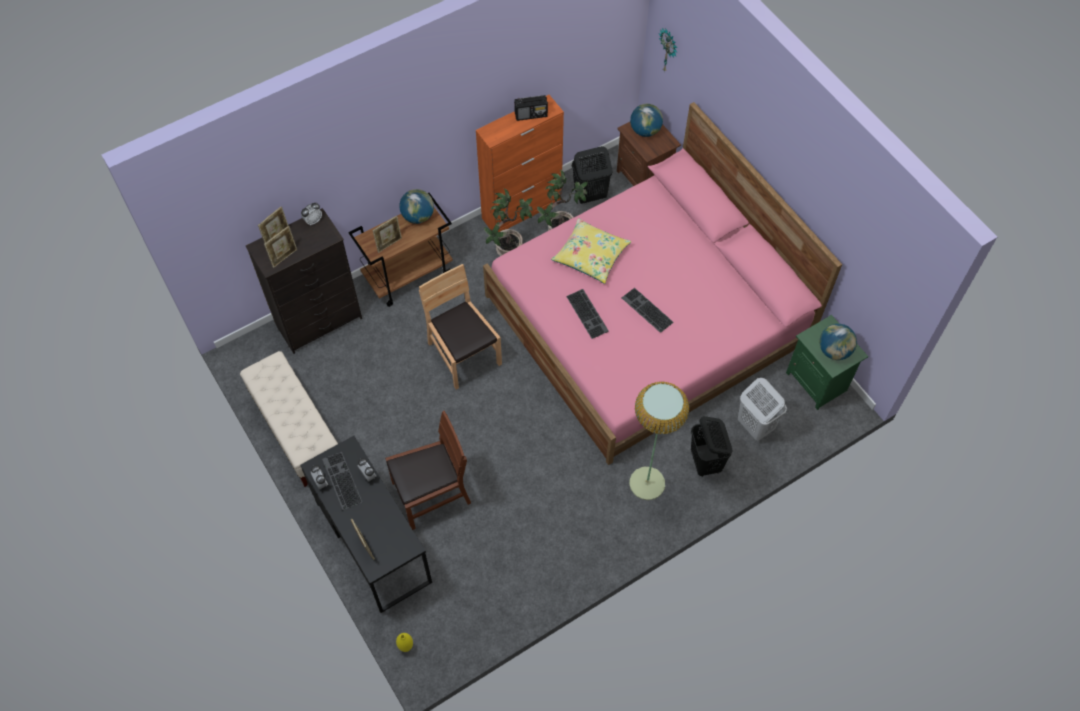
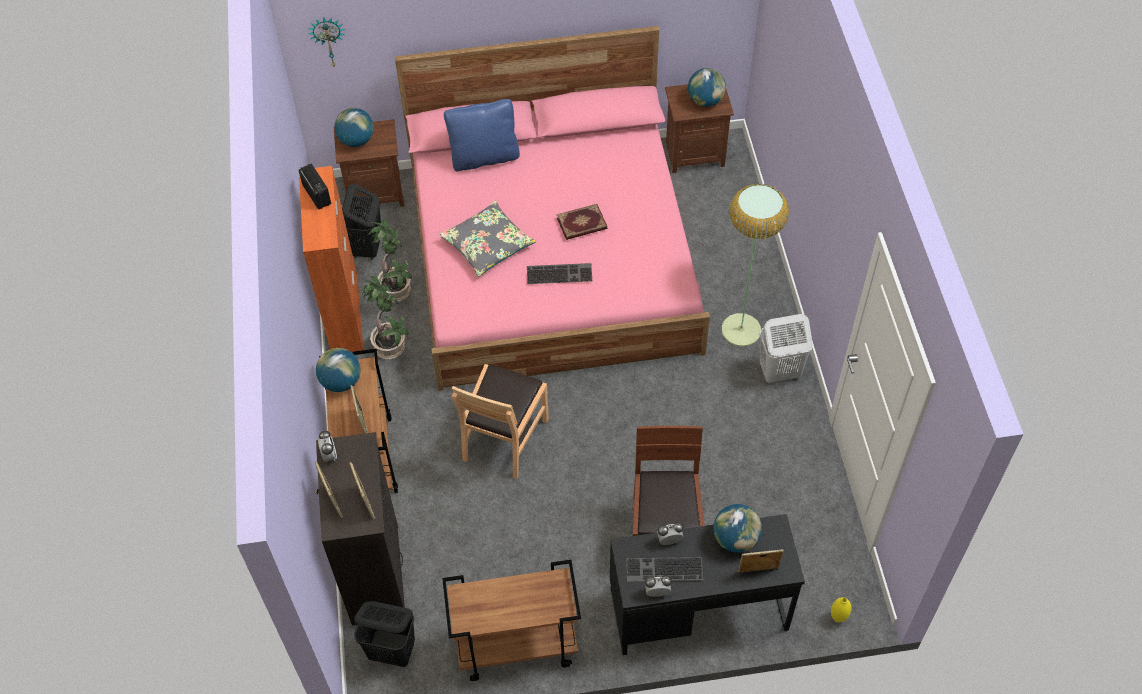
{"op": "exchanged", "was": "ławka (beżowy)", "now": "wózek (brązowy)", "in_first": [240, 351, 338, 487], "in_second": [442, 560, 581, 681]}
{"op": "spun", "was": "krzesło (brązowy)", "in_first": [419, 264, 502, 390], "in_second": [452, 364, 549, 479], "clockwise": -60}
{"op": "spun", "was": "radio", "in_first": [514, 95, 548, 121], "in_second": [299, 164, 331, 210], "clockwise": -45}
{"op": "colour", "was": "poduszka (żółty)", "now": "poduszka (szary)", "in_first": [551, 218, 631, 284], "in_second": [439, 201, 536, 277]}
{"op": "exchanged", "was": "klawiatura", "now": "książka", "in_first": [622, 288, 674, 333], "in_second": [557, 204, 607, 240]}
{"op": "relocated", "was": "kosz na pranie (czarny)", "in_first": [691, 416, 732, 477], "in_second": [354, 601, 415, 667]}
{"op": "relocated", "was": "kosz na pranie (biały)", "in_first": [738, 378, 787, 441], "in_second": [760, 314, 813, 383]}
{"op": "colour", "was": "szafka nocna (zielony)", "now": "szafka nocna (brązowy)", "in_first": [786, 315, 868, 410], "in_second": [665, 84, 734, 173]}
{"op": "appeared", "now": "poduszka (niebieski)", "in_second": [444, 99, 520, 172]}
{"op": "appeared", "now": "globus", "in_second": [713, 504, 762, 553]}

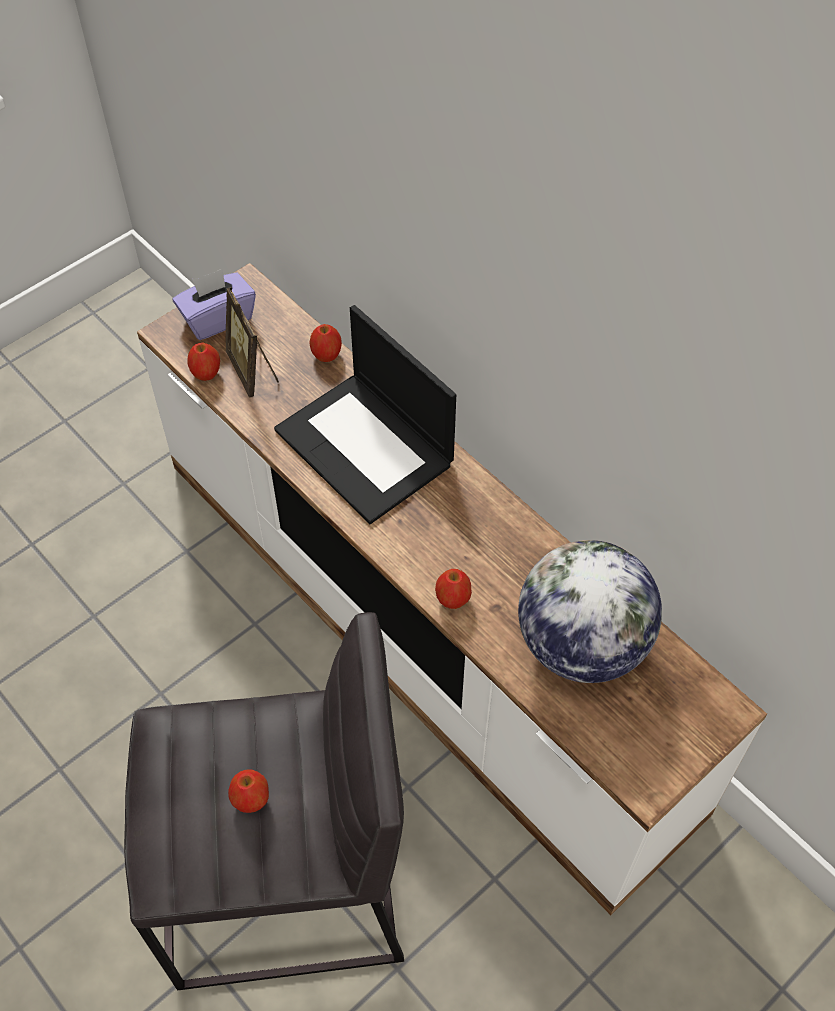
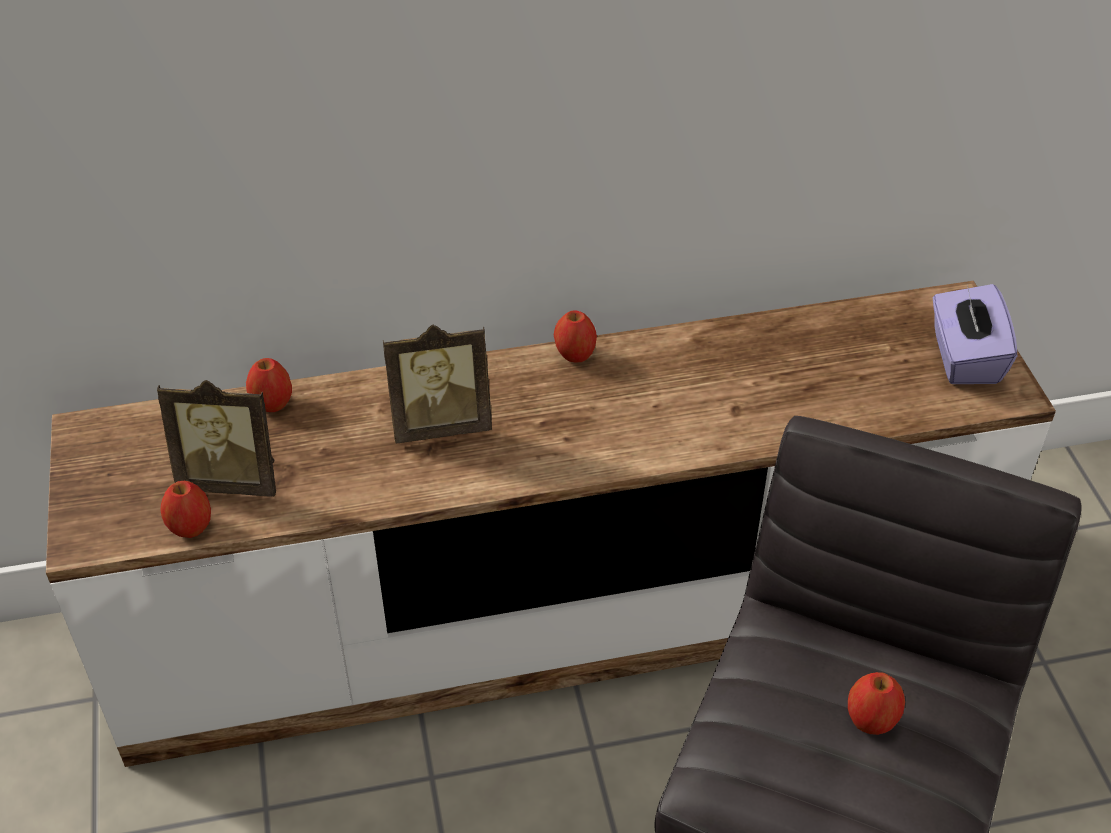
{"op": "relocated", "was": "pudełko chusteczek (fioletowy)", "in_first": [173, 269, 256, 340], "in_second": [933, 283, 1017, 384]}
{"op": "exchanged", "was": "laptop", "now": "ramka na zdjęcie", "in_first": [274, 305, 456, 524], "in_second": [383, 325, 492, 443]}
{"op": "relocated", "was": "jabłko", "in_first": [435, 569, 472, 609], "in_second": [554, 310, 597, 363]}
{"op": "missing", "was": "globus", "in_first": [518, 540, 662, 683]}

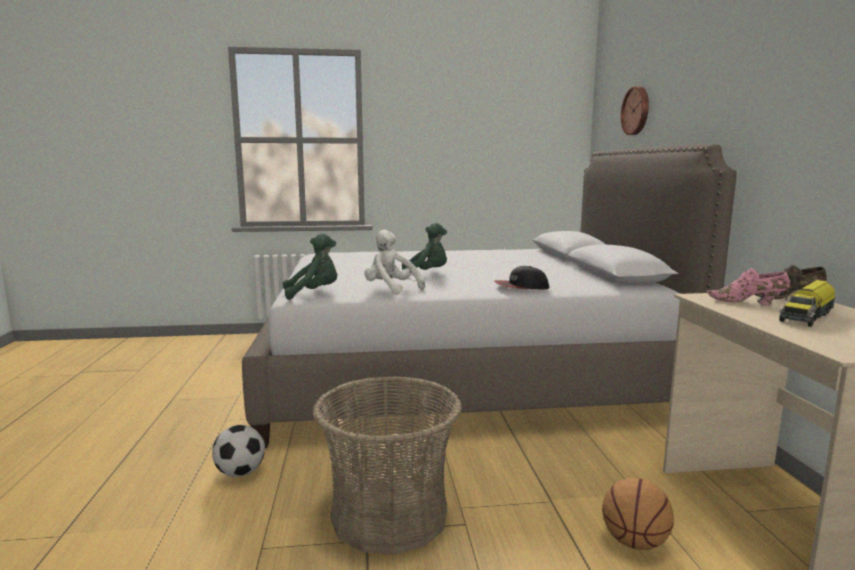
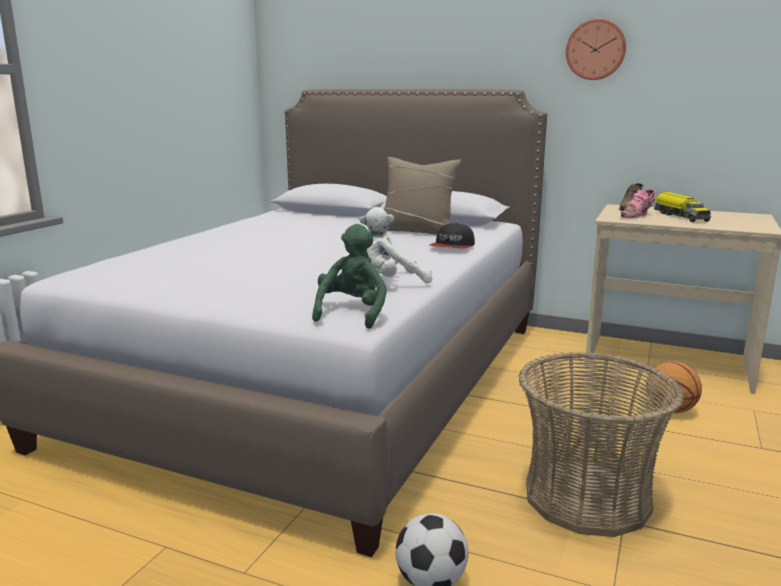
{"op": "missing", "was": "pluszak (zielony)", "in_first": [402, 223, 447, 273]}
{"op": "relocated", "was": "zegar ścienny", "in_first": [621, 86, 649, 135], "in_second": [566, 19, 626, 80]}
{"op": "appeared", "now": "poduszka (beżowy)", "in_second": [384, 157, 461, 235]}

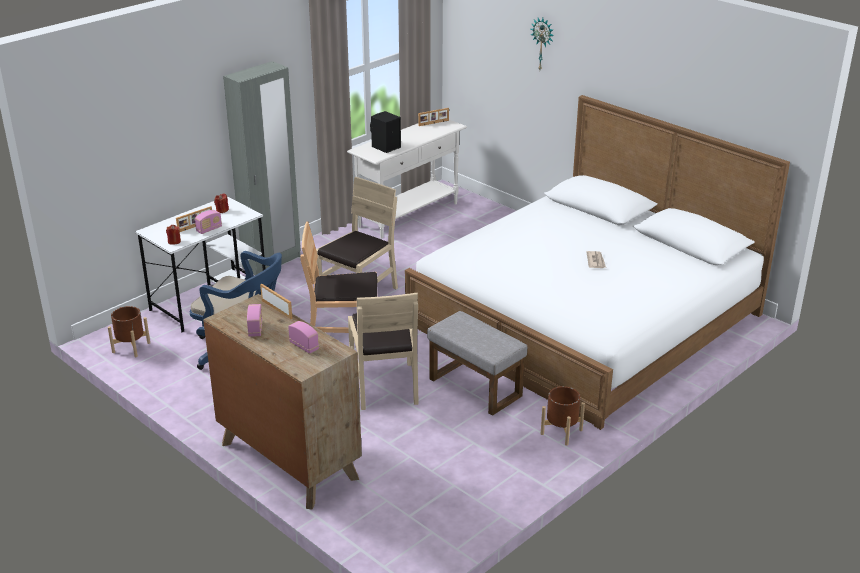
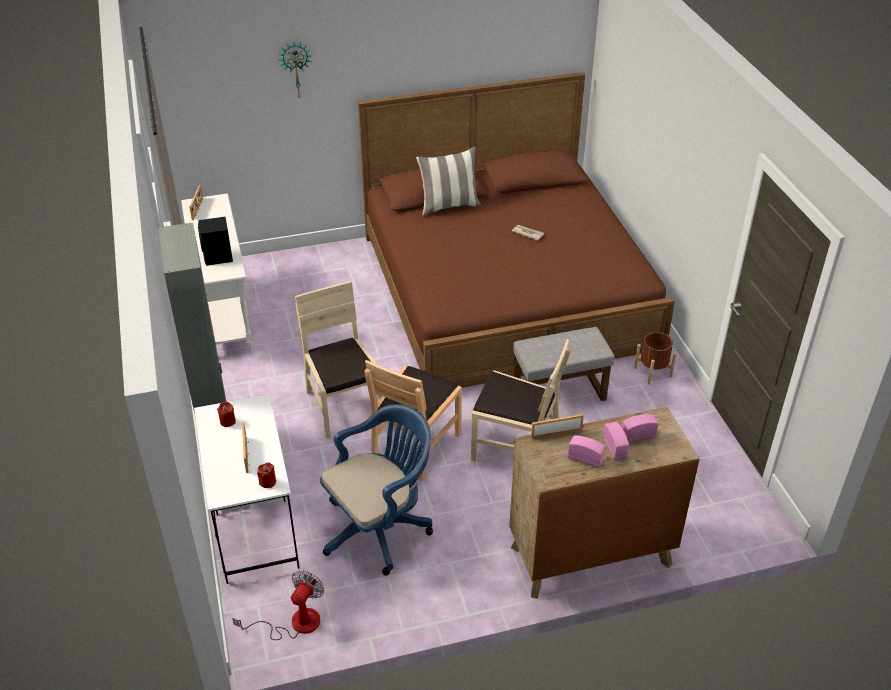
{"op": "exchanged", "was": "donica (brązowy)", "now": "wentylator", "in_first": [108, 306, 150, 358], "in_second": [232, 570, 324, 640]}
{"op": "relocated", "was": "radio", "in_first": [195, 210, 222, 234], "in_second": [603, 422, 629, 461]}
{"op": "colour", "was": "łóżko (biały)", "now": "łóżko (brązowy)", "in_first": [405, 95, 790, 430], "in_second": [358, 72, 675, 388]}
{"op": "appeared", "now": "poduszka", "in_second": [416, 147, 481, 216]}

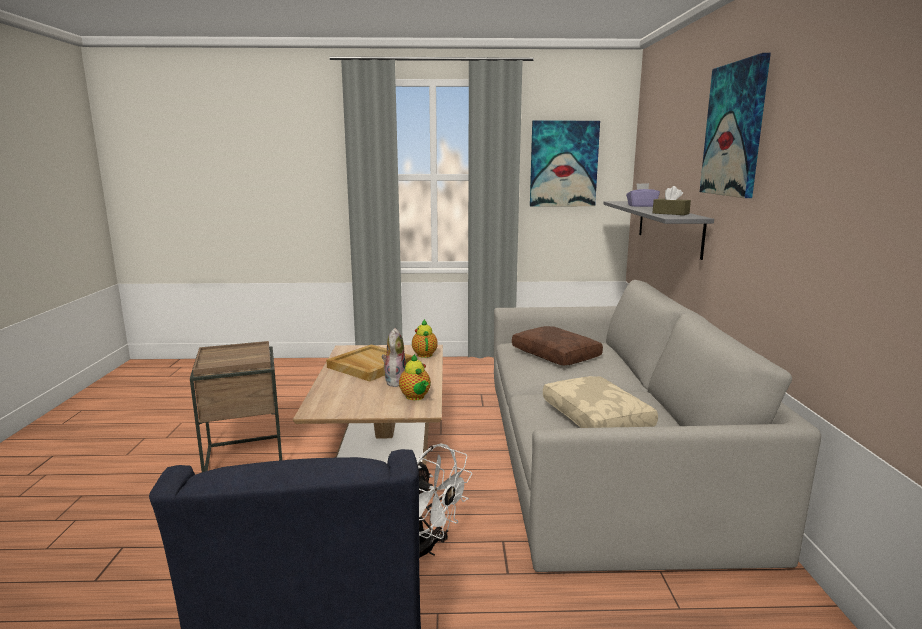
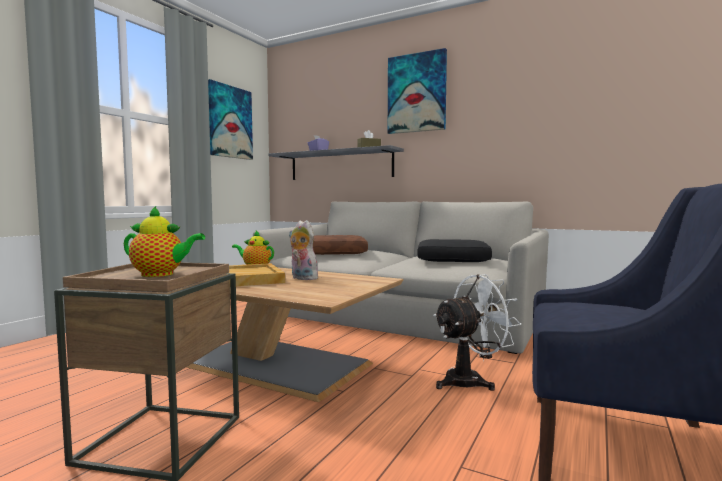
{"op": "relocated", "was": "imbryk", "in_first": [399, 354, 431, 400], "in_second": [124, 206, 205, 277]}
{"op": "colour", "was": "poduszka (beżowy)", "now": "poduszka (czarny)", "in_first": [543, 376, 658, 428], "in_second": [417, 239, 492, 262]}

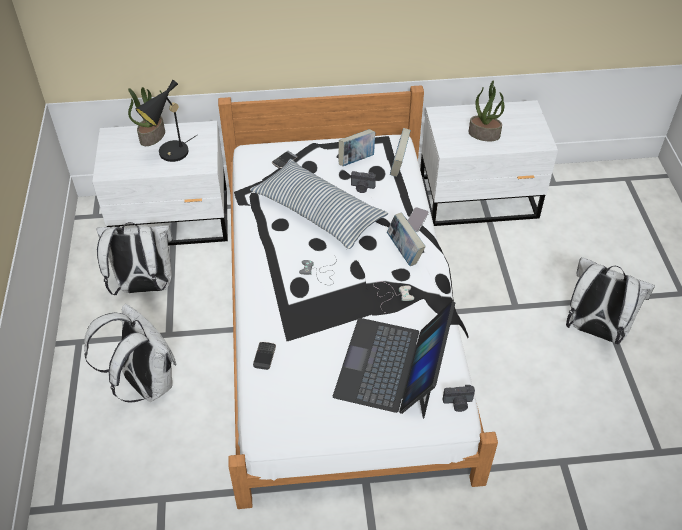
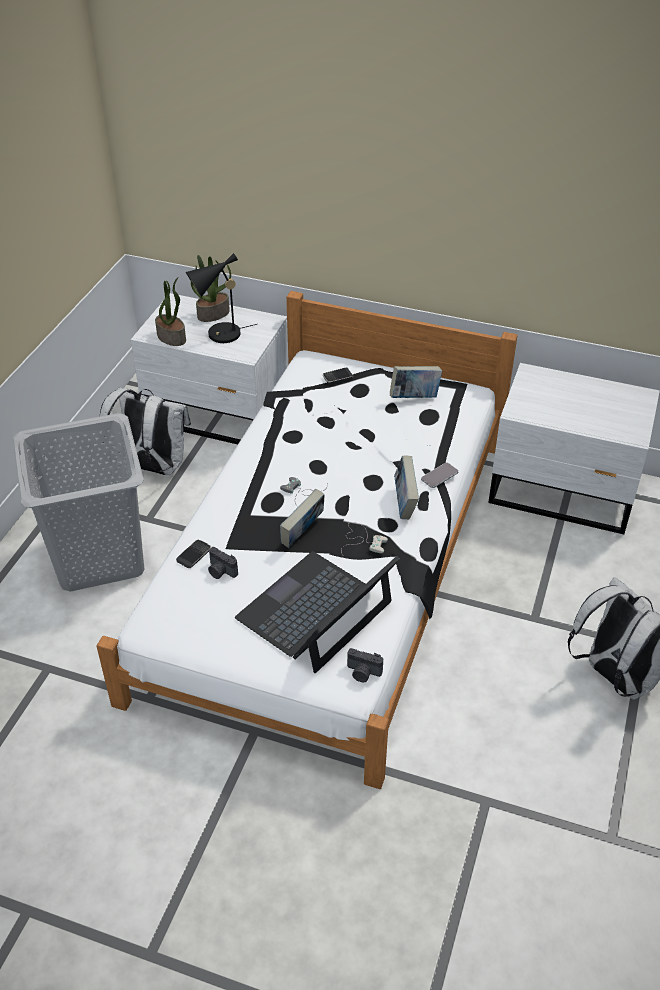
{"op": "exchanged", "was": "plecak (biały)", "now": "kosz na pranie (szary)", "in_first": [84, 304, 176, 402], "in_second": [13, 413, 144, 592]}
{"op": "missing", "was": "poduszka", "in_first": [250, 159, 388, 249]}
{"op": "relocated", "was": "aparat fotograficzny", "in_first": [351, 171, 376, 193], "in_second": [208, 547, 238, 579]}
{"op": "relocated", "was": "książka", "in_first": [390, 128, 411, 177], "in_second": [280, 489, 325, 548]}
{"op": "relocated", "was": "roślina doniczkowa", "in_first": [468, 80, 504, 141], "in_second": [155, 277, 186, 346]}

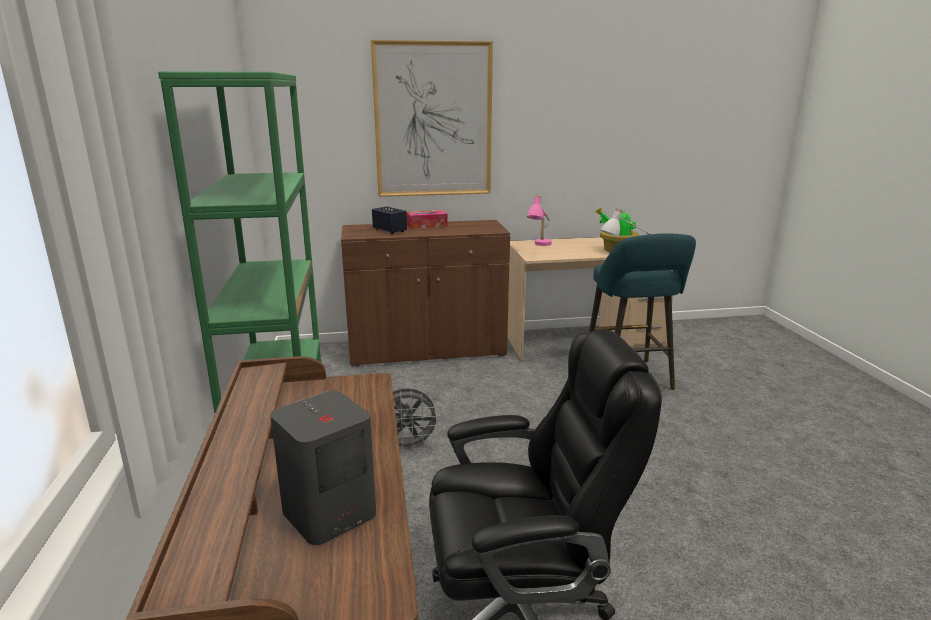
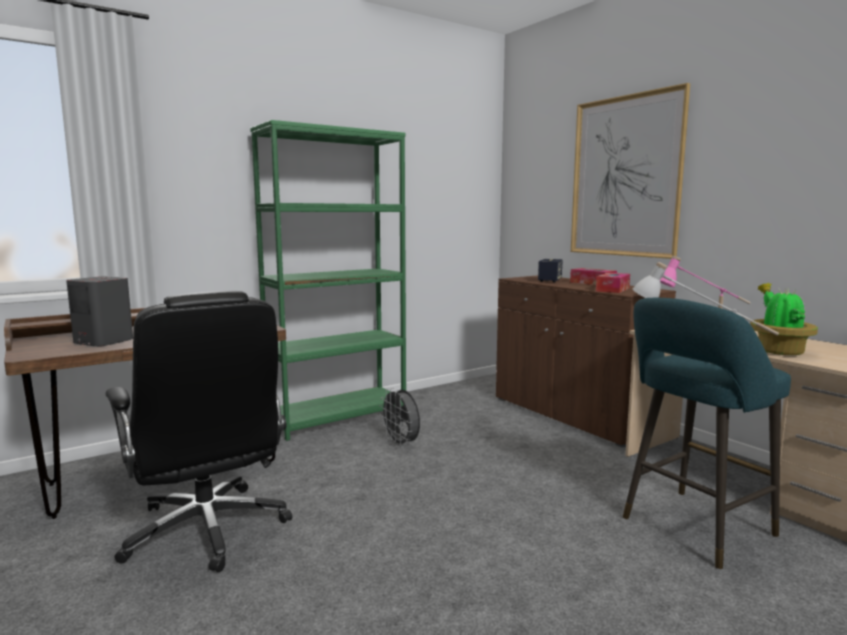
{"op": "appeared", "now": "pudełko chusteczek", "in_second": [596, 273, 630, 293]}

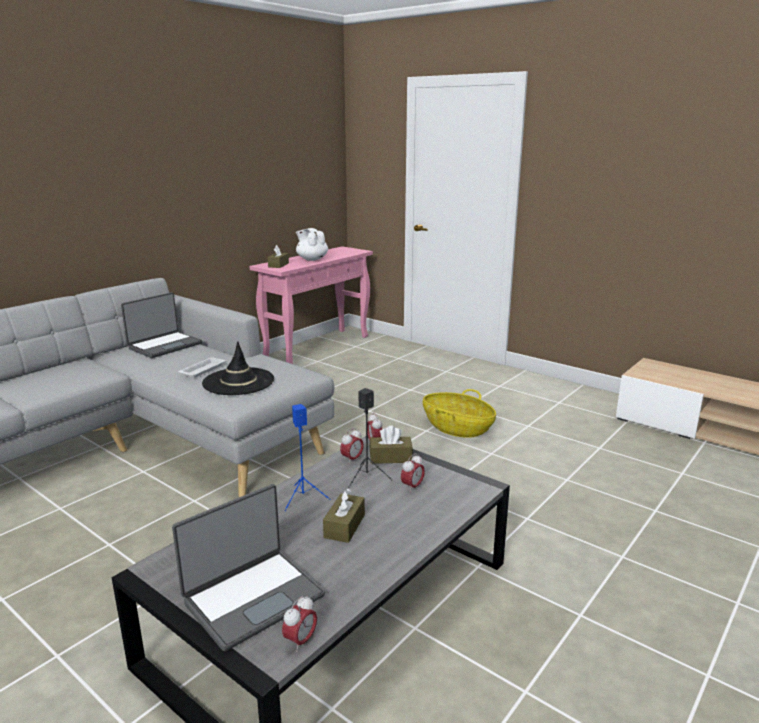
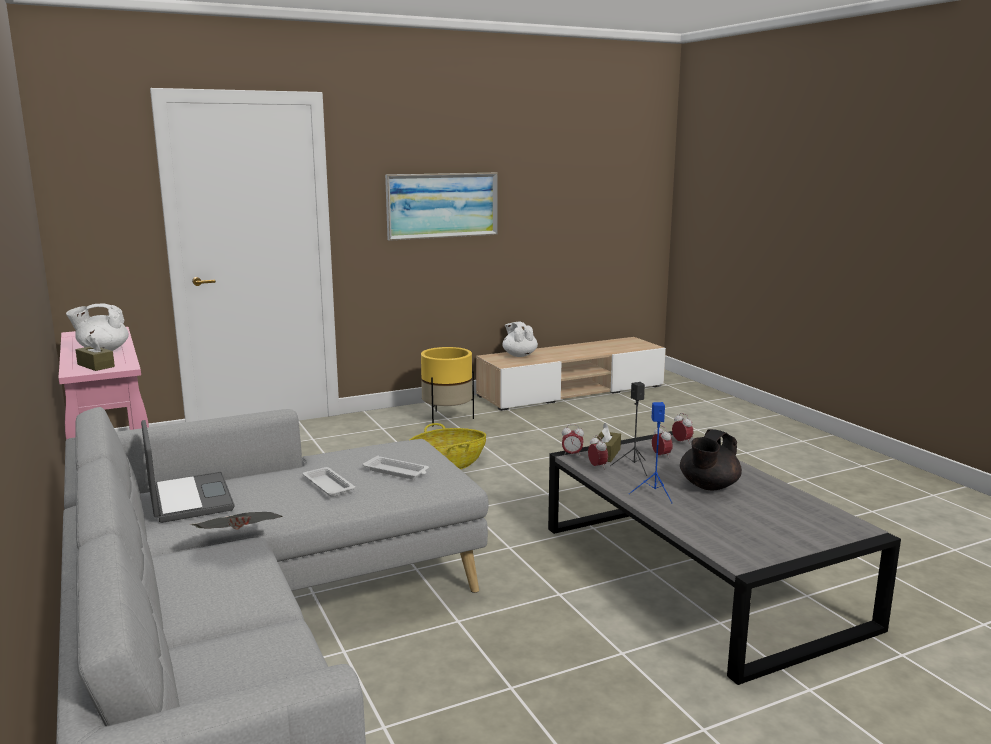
{"op": "missing", "was": "laptop", "in_first": [172, 484, 325, 652]}
{"op": "exchanged", "was": "kapelusz (czarny)", "now": "taca (biały)", "in_first": [202, 341, 274, 395], "in_second": [363, 455, 429, 479]}
{"op": "relocated", "was": "budzik", "in_first": [282, 595, 317, 652], "in_second": [672, 413, 694, 444]}
{"op": "exchanged", "was": "pudełko chusteczek (brązowy)", "now": "imbryk (czarny)", "in_first": [323, 488, 365, 543], "in_second": [680, 429, 742, 490]}
{"op": "appeared", "now": "gazeta", "in_second": [191, 512, 283, 530]}
{"op": "appeared", "now": "obraz", "in_second": [385, 173, 498, 241]}
{"op": "appeared", "now": "donica (żółty)", "in_second": [421, 347, 474, 426]}
{"op": "appeared", "now": "imbryk (biały)", "in_second": [502, 322, 538, 357]}

